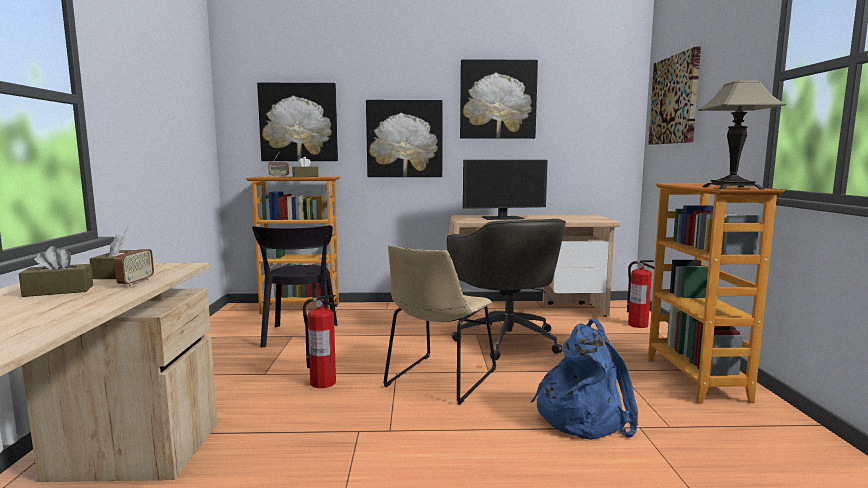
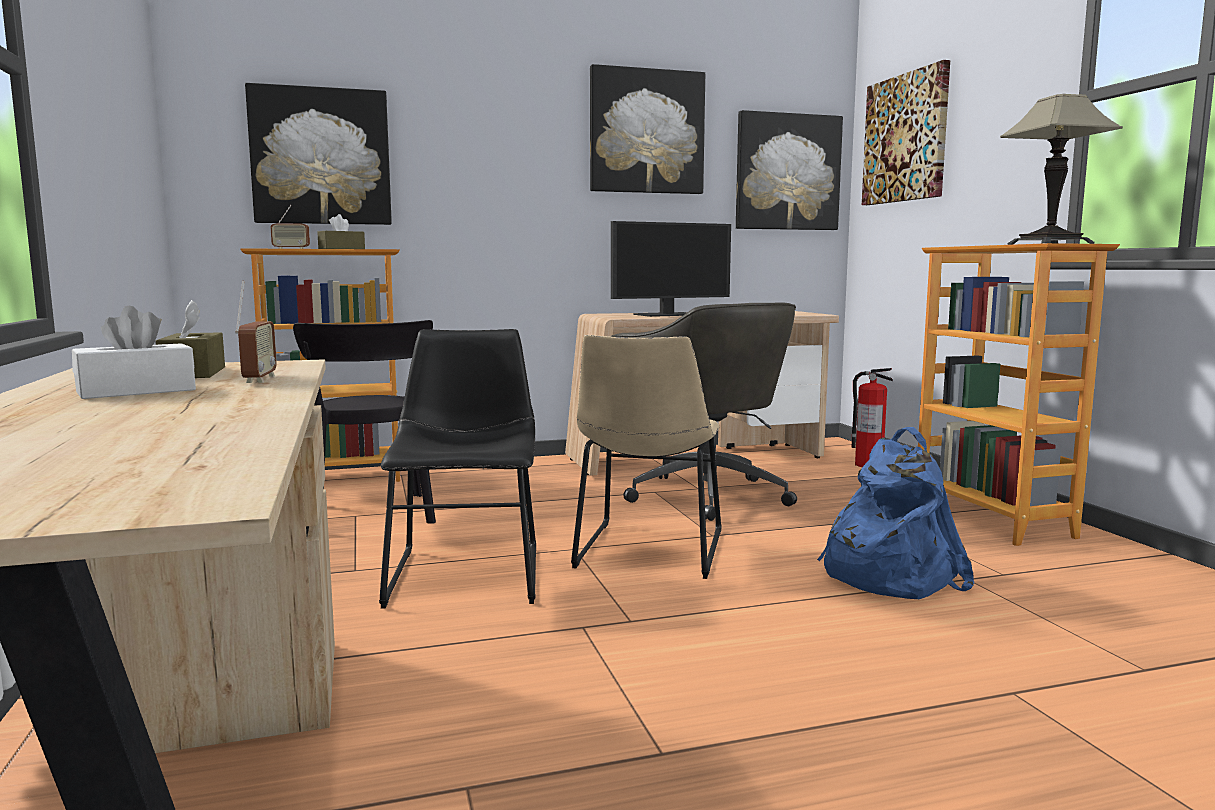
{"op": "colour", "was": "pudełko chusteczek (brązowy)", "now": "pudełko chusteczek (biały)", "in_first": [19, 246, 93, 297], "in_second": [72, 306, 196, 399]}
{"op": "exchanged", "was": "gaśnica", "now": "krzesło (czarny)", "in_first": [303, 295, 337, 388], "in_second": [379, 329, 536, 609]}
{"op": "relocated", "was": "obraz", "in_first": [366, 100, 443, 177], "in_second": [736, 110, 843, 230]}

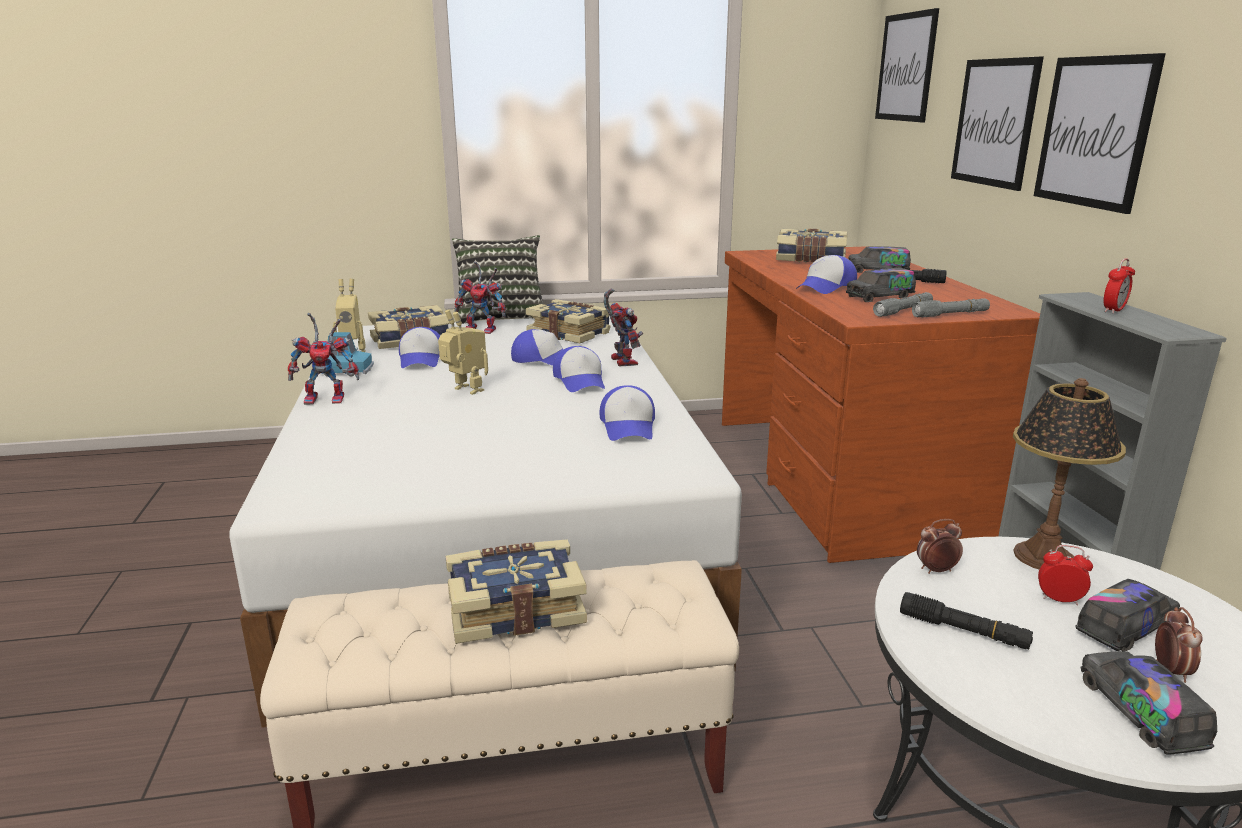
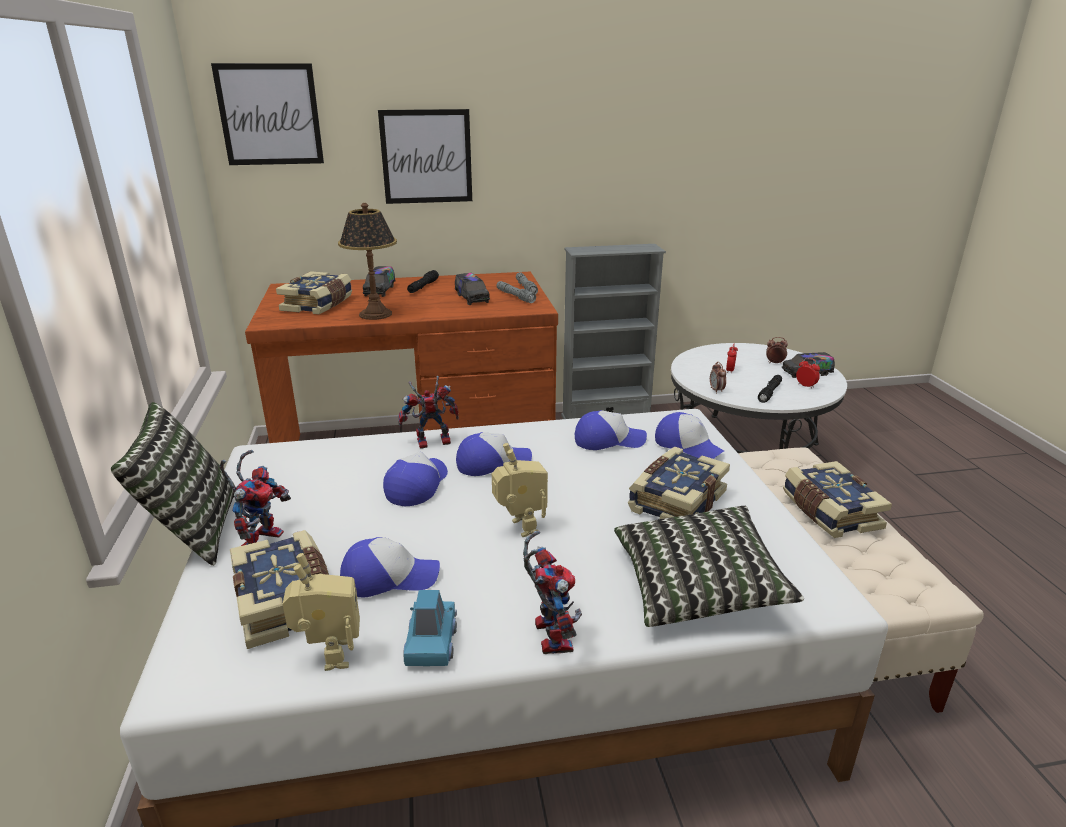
{"op": "spun", "was": "robot zabawkowy", "in_first": [438, 310, 488, 395], "in_second": [492, 443, 548, 537], "clockwise": 120}
{"op": "relocated", "was": "książka", "in_first": [526, 299, 611, 343], "in_second": [628, 447, 730, 519]}
{"op": "relocated", "was": "czapka z daszkiem", "in_first": [796, 255, 857, 294], "in_second": [655, 412, 724, 459]}
{"op": "relocated", "was": "lampa stołowa", "in_first": [1013, 378, 1126, 569], "in_second": [338, 203, 397, 320]}
{"op": "missing", "was": "obraz", "in_first": [1034, 53, 1166, 214]}
{"op": "missing", "was": "ciężarówka zabawkowa", "in_first": [1075, 579, 1180, 651]}
{"op": "relocated", "was": "budzik", "in_first": [1104, 258, 1135, 314], "in_second": [796, 358, 820, 389]}
{"op": "appeared", "now": "poduszka", "in_second": [614, 506, 804, 627]}

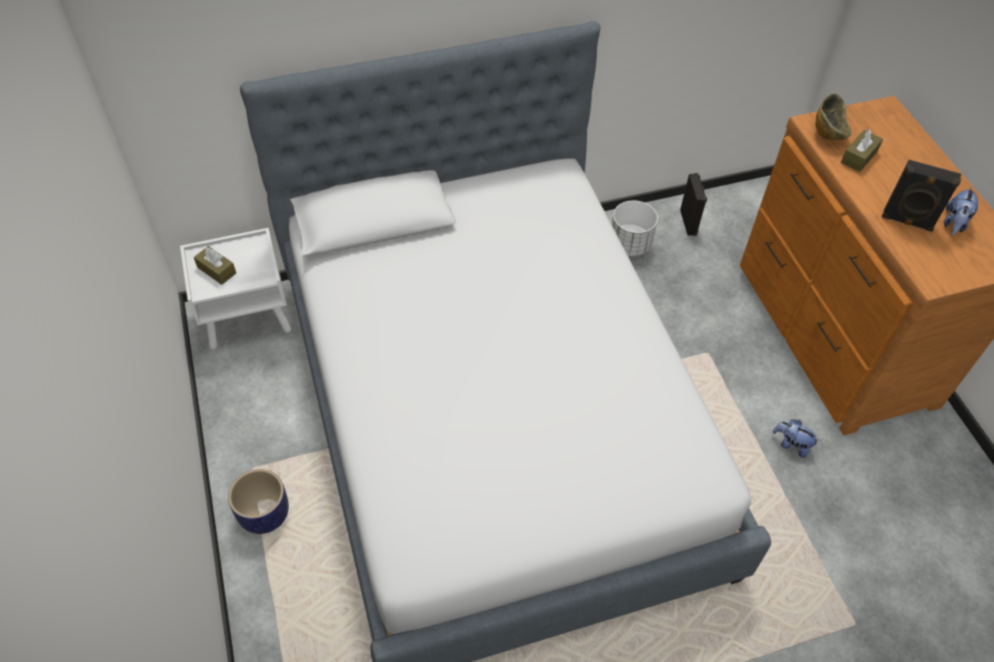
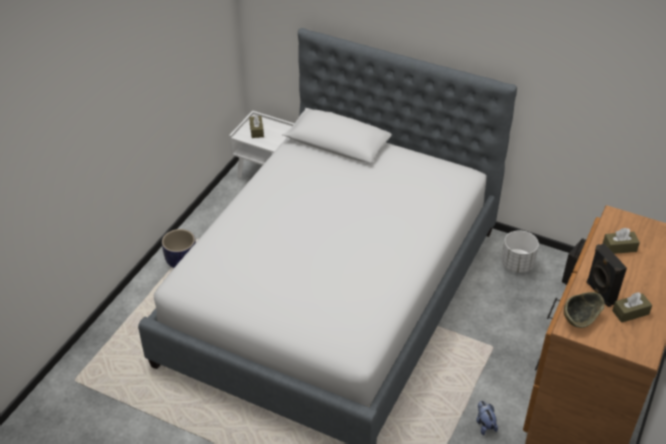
{"op": "relocated", "was": "miska", "in_first": [815, 93, 852, 140], "in_second": [564, 292, 605, 328]}
{"op": "exchanged", "was": "pluszak", "now": "pudełko chusteczek (brązowy)", "in_first": [944, 186, 979, 235], "in_second": [612, 292, 652, 323]}

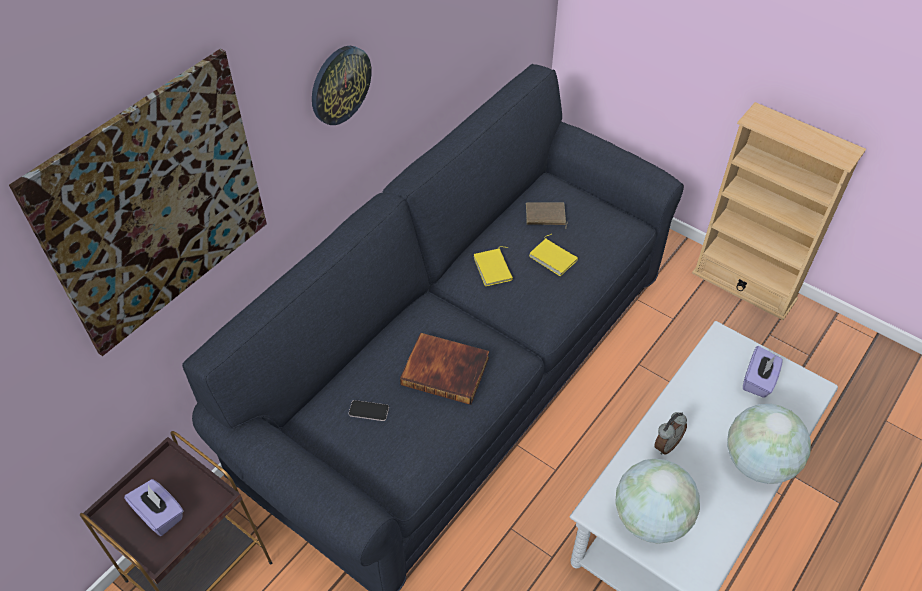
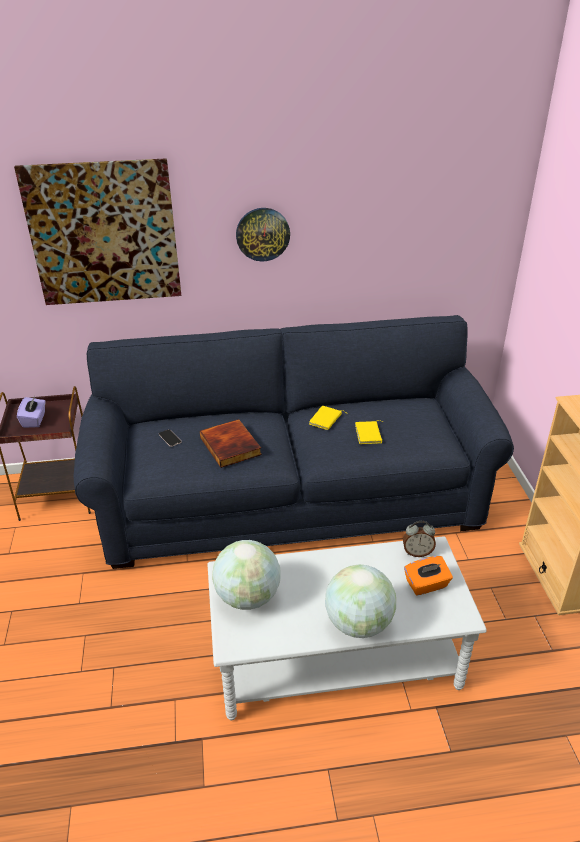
{"op": "missing", "was": "książka (brązowy)", "in_first": [526, 202, 568, 229]}
{"op": "relocated", "was": "budzik", "in_first": [655, 412, 687, 455], "in_second": [403, 521, 436, 557]}
{"op": "colour", "was": "pudełko chusteczek (fioletowy)", "now": "pudełko chusteczek (pomarańczowy)", "in_first": [743, 346, 783, 398], "in_second": [404, 556, 453, 595]}

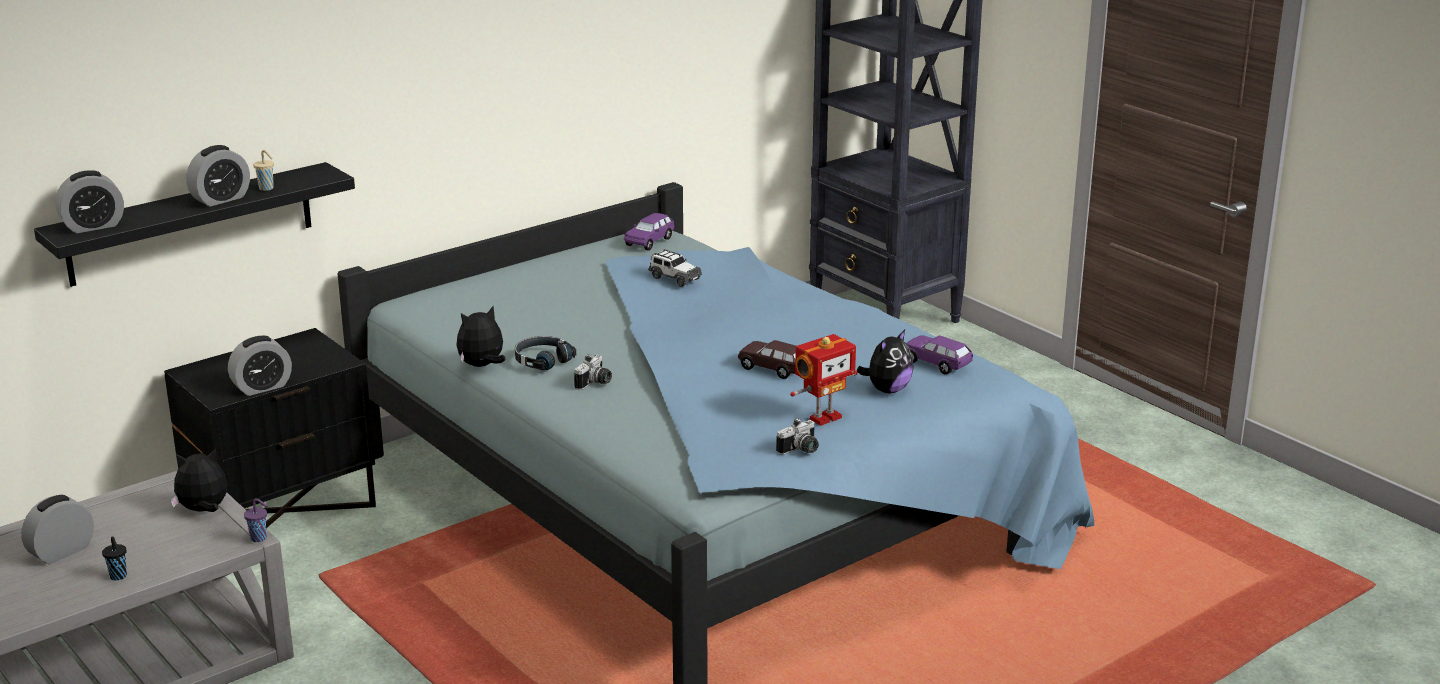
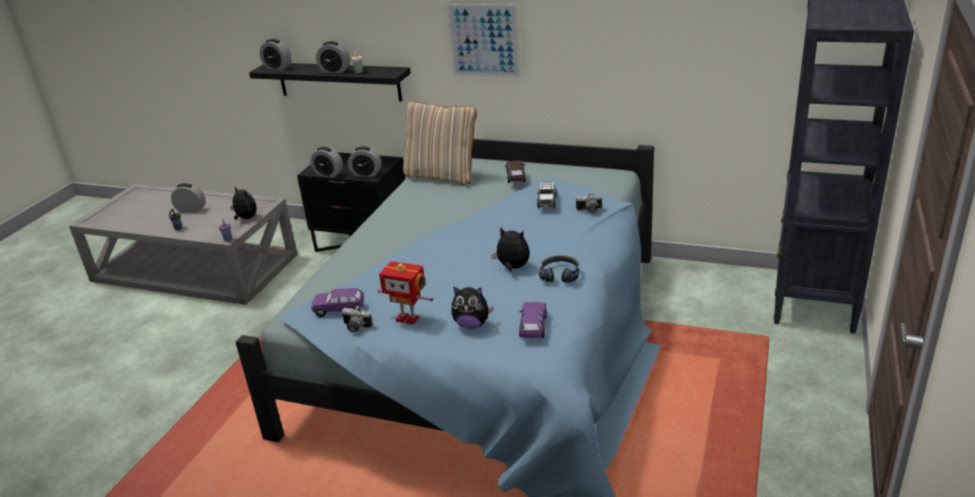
{"op": "relocated", "was": "pluszak", "in_first": [456, 306, 506, 367], "in_second": [491, 227, 530, 271]}
{"op": "relocated", "was": "słuchawki (czarny)", "in_first": [515, 336, 576, 371], "in_second": [539, 255, 580, 283]}
{"op": "relocated", "was": "aparat fotograficzny", "in_first": [574, 354, 612, 390], "in_second": [576, 192, 602, 213]}
{"op": "relocated", "was": "samochodzik (fioletowy)", "in_first": [624, 213, 674, 251], "in_second": [311, 288, 364, 317]}
{"op": "relocated", "was": "samochodzik (brązowy)", "in_first": [738, 340, 796, 379], "in_second": [505, 160, 526, 183]}
{"op": "appeared", "now": "budzik", "in_second": [348, 146, 381, 177]}
{"op": "appeared", "now": "poduszka (beżowy)", "in_second": [403, 101, 477, 185]}
{"op": "appeared", "now": "obraz", "in_second": [447, 4, 521, 78]}

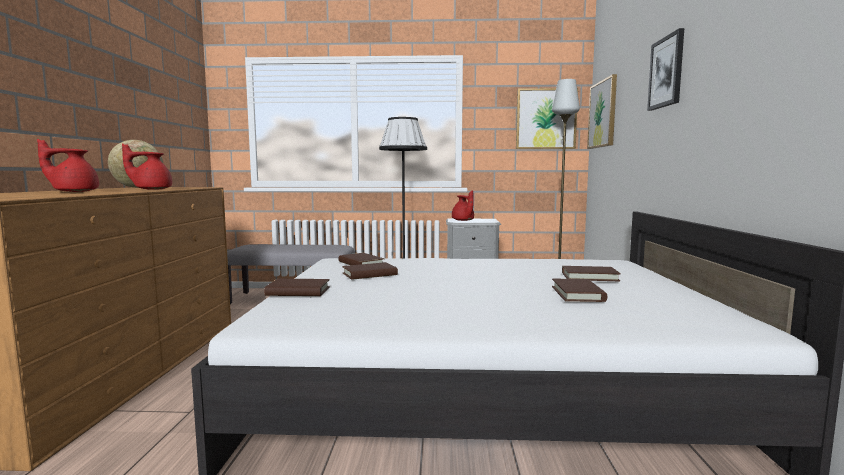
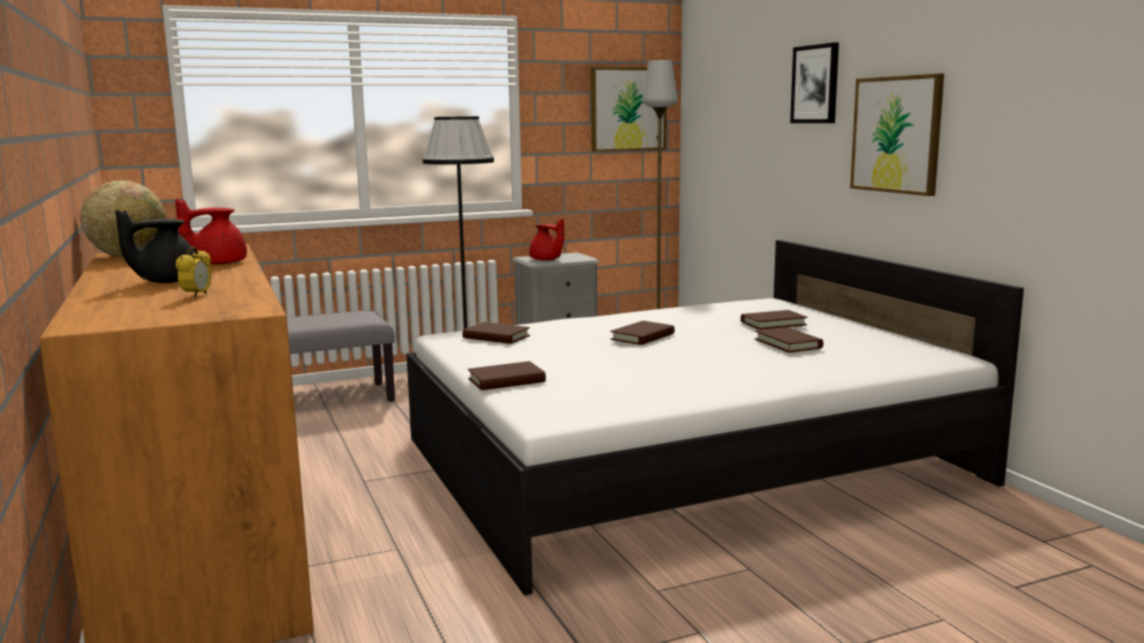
{"op": "colour", "was": "imbryk (czerwony)", "now": "imbryk (czarny)", "in_first": [37, 139, 99, 192], "in_second": [116, 209, 195, 283]}
{"op": "relocated", "was": "książka (brązowy)", "in_first": [342, 262, 398, 280], "in_second": [610, 321, 675, 345]}
{"op": "relocated", "was": "obraz", "in_first": [587, 74, 617, 149], "in_second": [850, 74, 944, 196]}
{"op": "appeared", "now": "budzik", "in_second": [176, 247, 211, 298]}

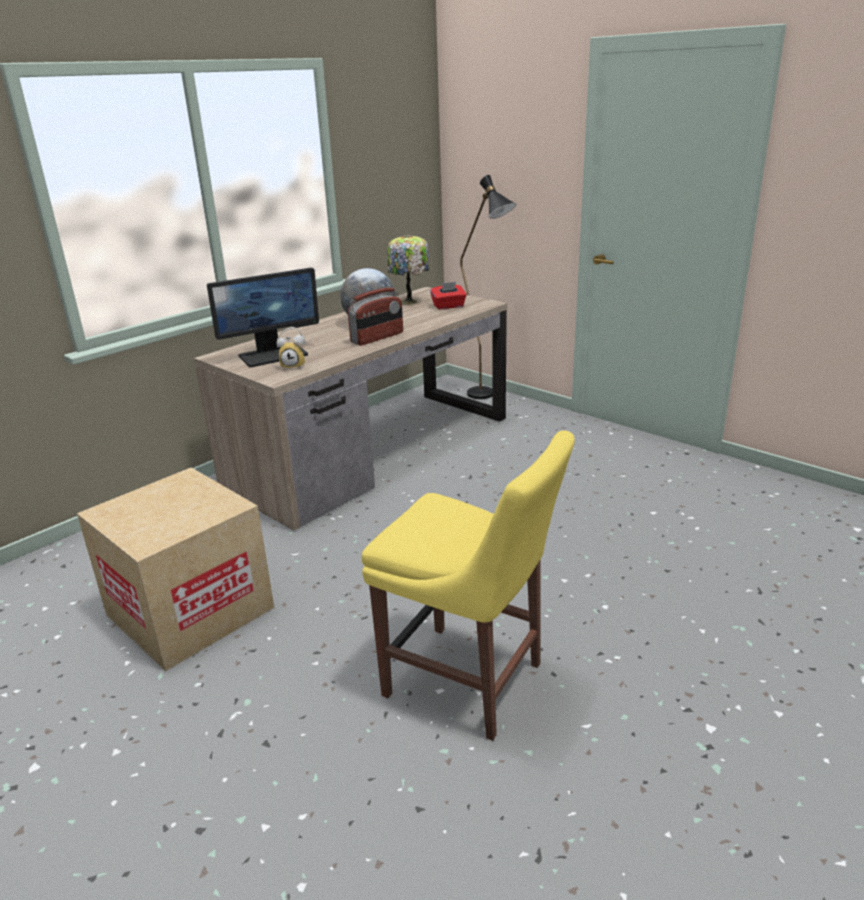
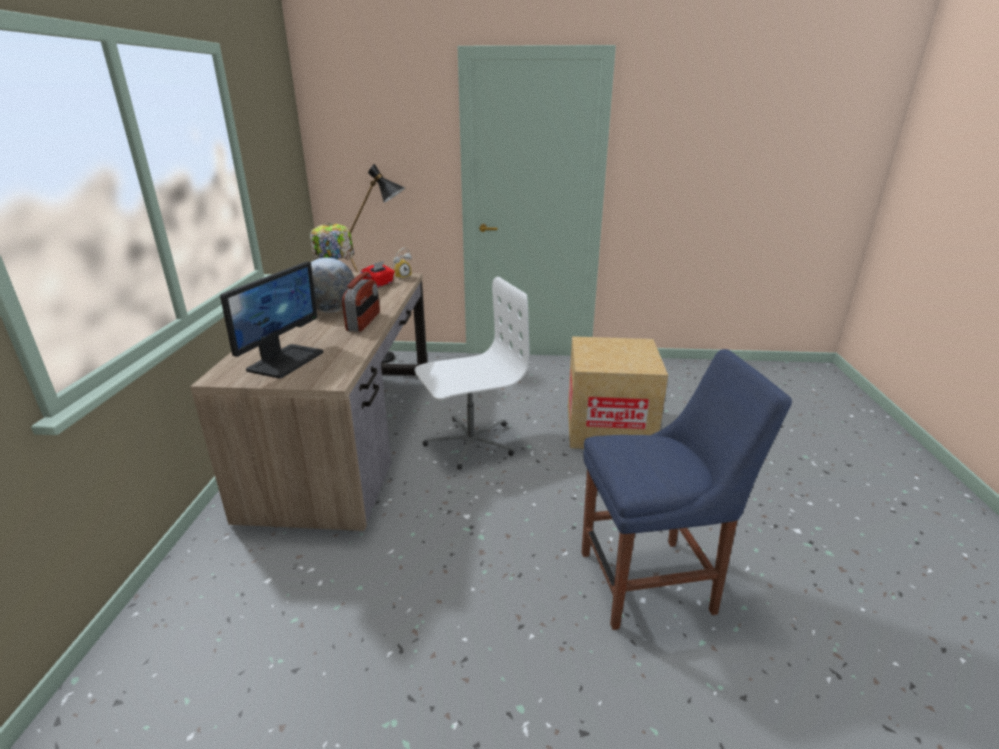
{"op": "relocated", "was": "karton", "in_first": [77, 467, 274, 671], "in_second": [568, 336, 668, 449]}
{"op": "relocated", "was": "budzik", "in_first": [277, 327, 305, 370], "in_second": [393, 248, 412, 280]}
{"op": "colour", "was": "krzesło (żółty)", "now": "krzesło (niebieski)", "in_first": [362, 430, 575, 741], "in_second": [582, 349, 792, 630]}
{"op": "appeared", "now": "krzesło biurowe (biały)", "in_second": [415, 277, 530, 470]}

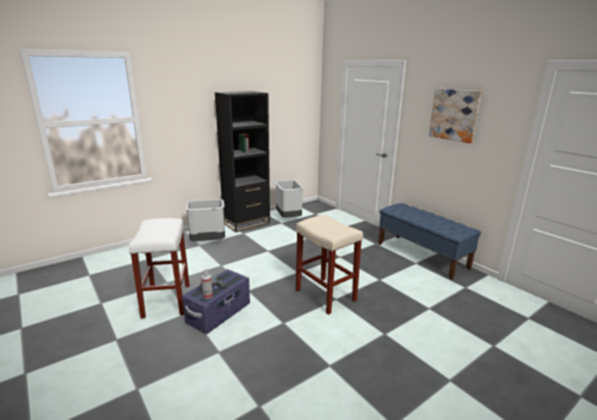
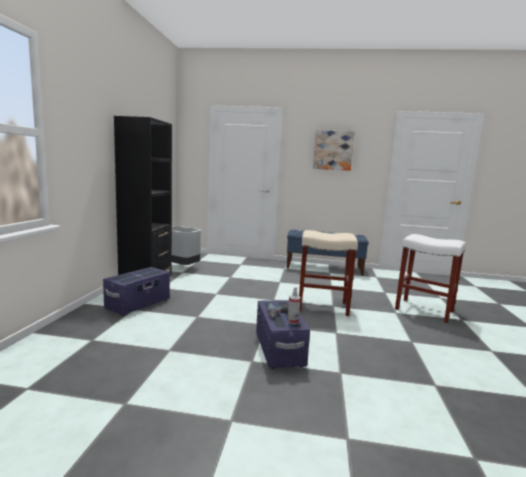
{"op": "relocated", "was": "stołek (biały)", "in_first": [129, 218, 190, 319], "in_second": [395, 234, 466, 323]}
{"op": "exchanged", "was": "kosz na śmieci (szary)", "now": "pojemnik do przechowywania (fioletowy)", "in_first": [185, 199, 225, 241], "in_second": [103, 267, 170, 316]}

